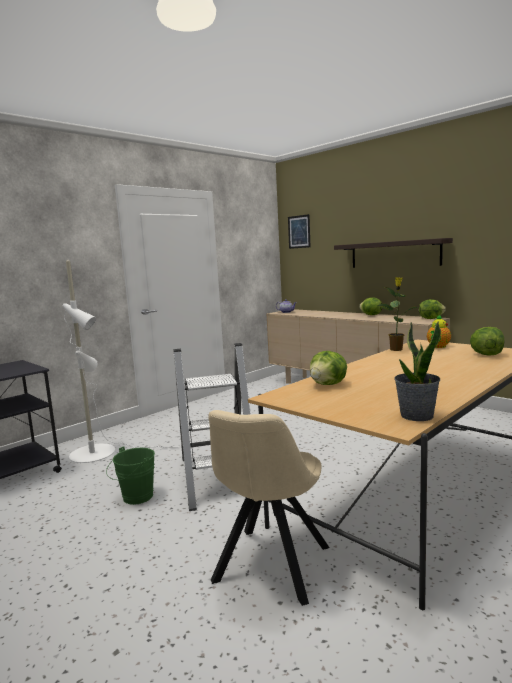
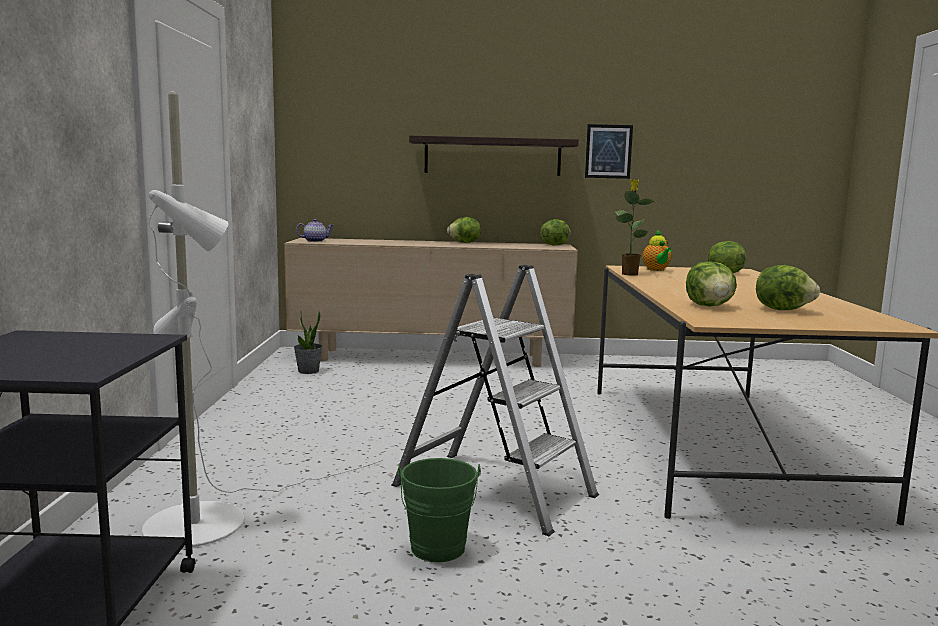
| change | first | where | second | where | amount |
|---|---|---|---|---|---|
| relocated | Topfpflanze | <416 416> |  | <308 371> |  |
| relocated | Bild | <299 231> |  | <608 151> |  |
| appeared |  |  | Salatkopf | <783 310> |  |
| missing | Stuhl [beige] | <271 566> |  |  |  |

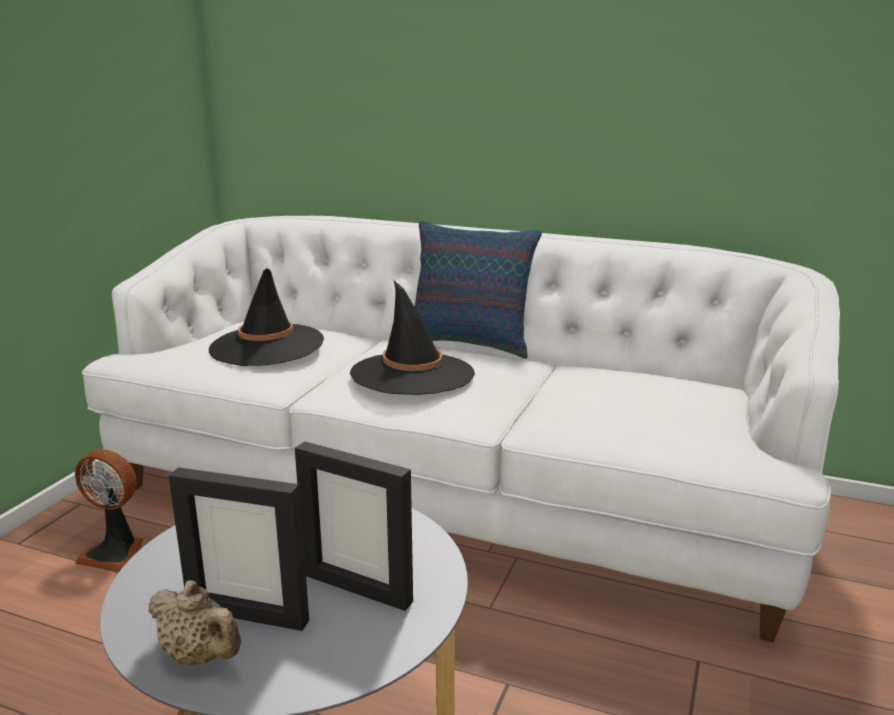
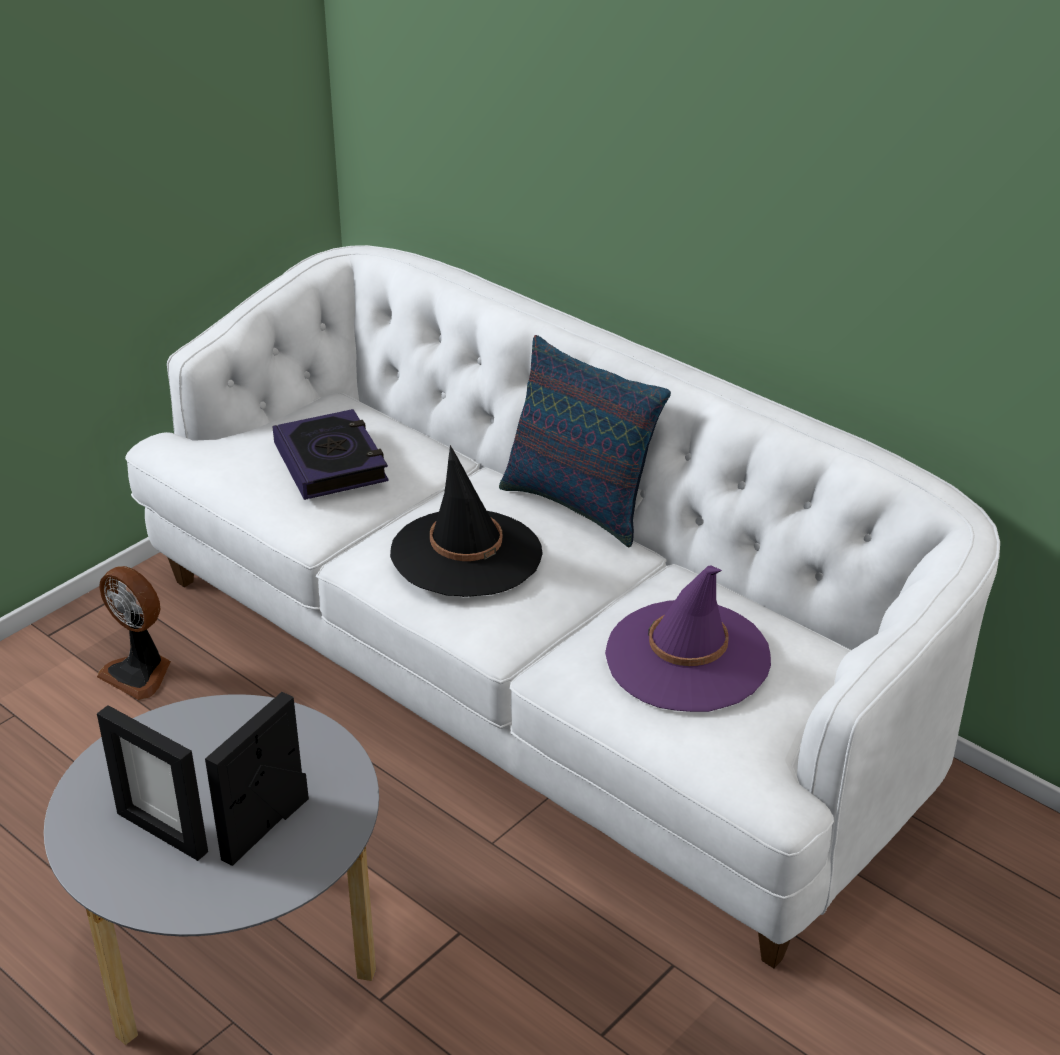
| change | first | where | second | where | amount |
|---|---|---|---|---|---|
| spun | Bilderrahmen | <359 586> |  | <265 829> | 75 degrees clockwise |
| exchanged | Hut [schwarz] | <267 346> | Buch | <331 462> |  |
| appeared |  |  | Hut [lila] | <687 657> |  |
| missing | Teekanne [beige] | <200 656> |  |  |  |

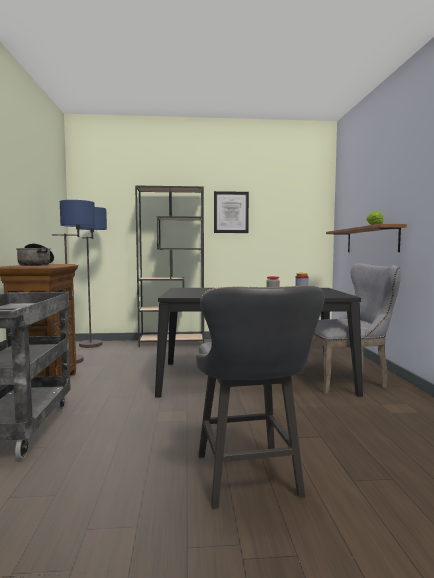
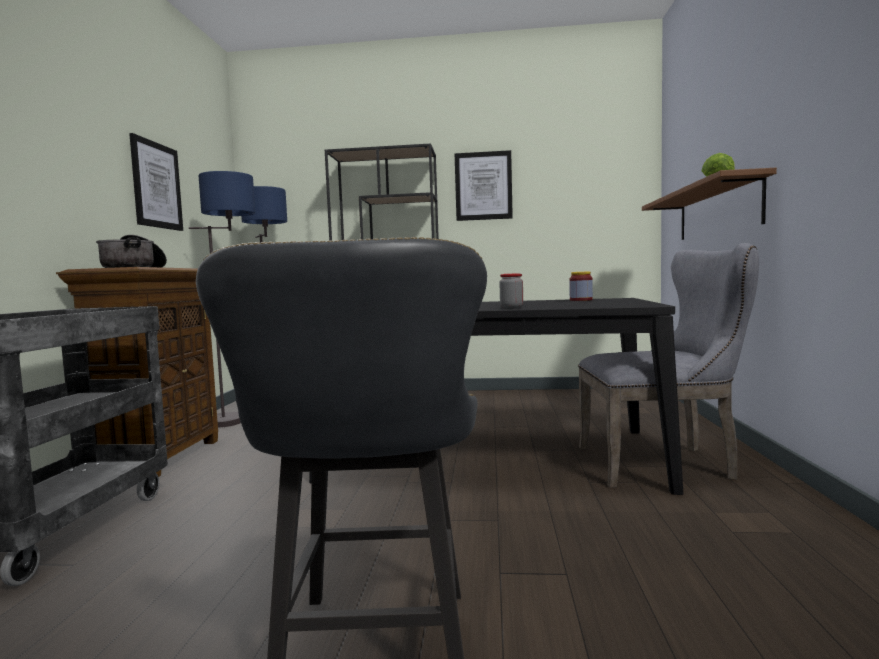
| change | first | where | second | where | amount |
|---|---|---|---|---|---|
| appeared |  |  | Bild | <156 185> |  |

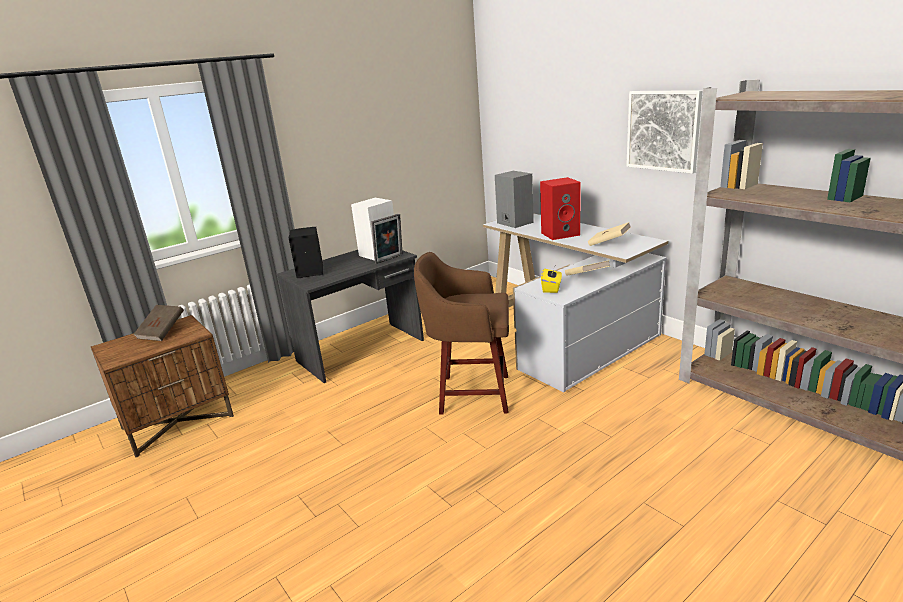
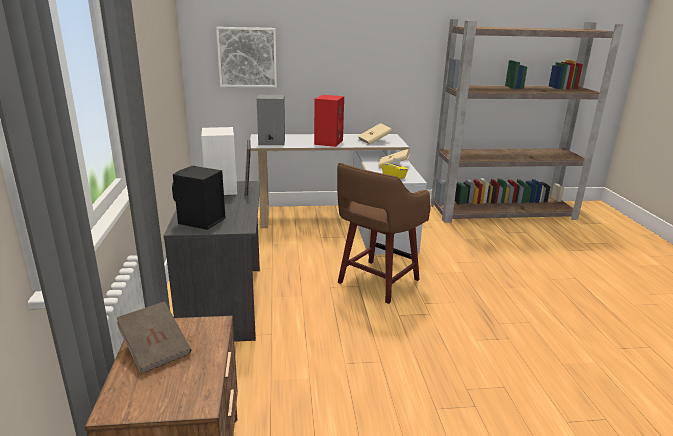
| change | first | where | second | where | amount |
|---|---|---|---|---|---|
| relocated | Bild | <663 130> |  | <247 57> |  |

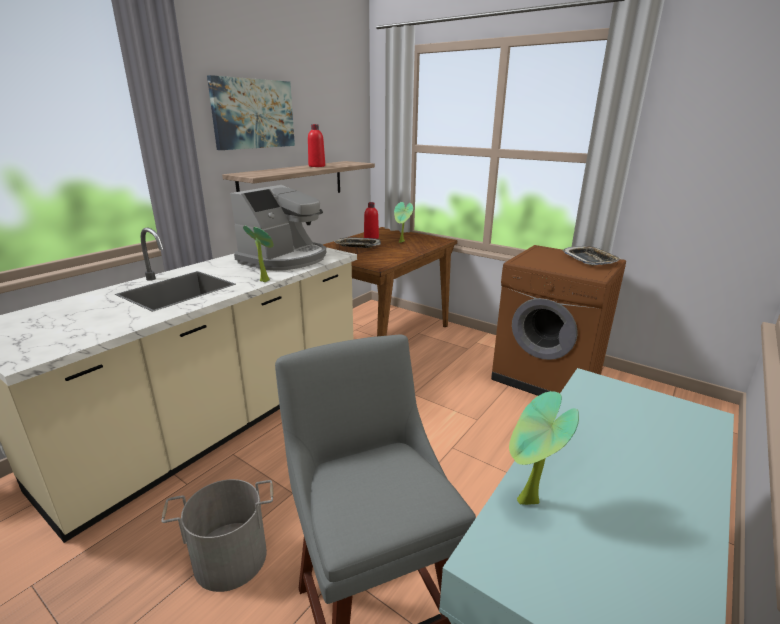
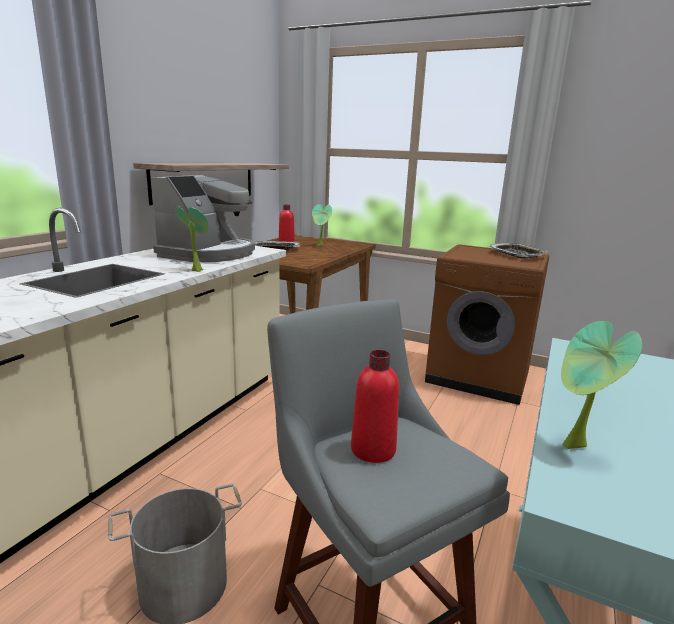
| change | first | where | second | where | amount |
|---|---|---|---|---|---|
| relocated | Flasche [rot] | <317 166> |  | <373 450> |  |
| missing | Bild | <253 114> |  |  |  |

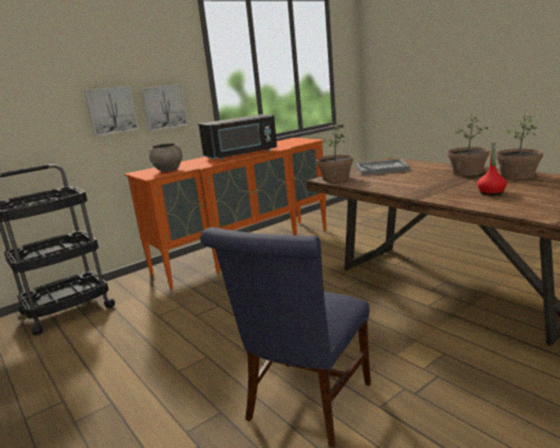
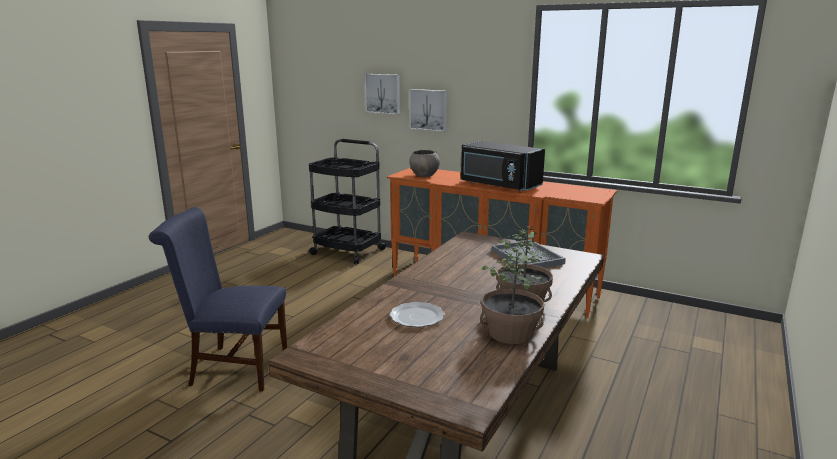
| change | first | where | second | where | amount |
|---|---|---|---|---|---|
| relocated | Bild | <164 107> |  | <383 93> |  |
| exchanged | Flasche [rot] | <491 193> | Teller | <416 317> |  |
| missing | Topfpflanze | <335 178> |  |  |  |

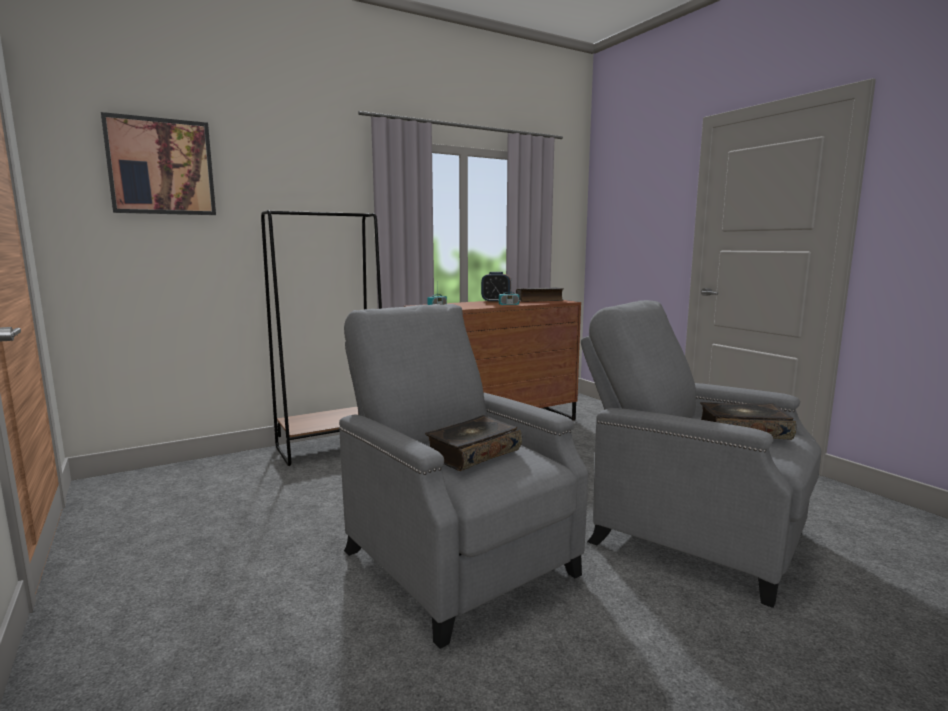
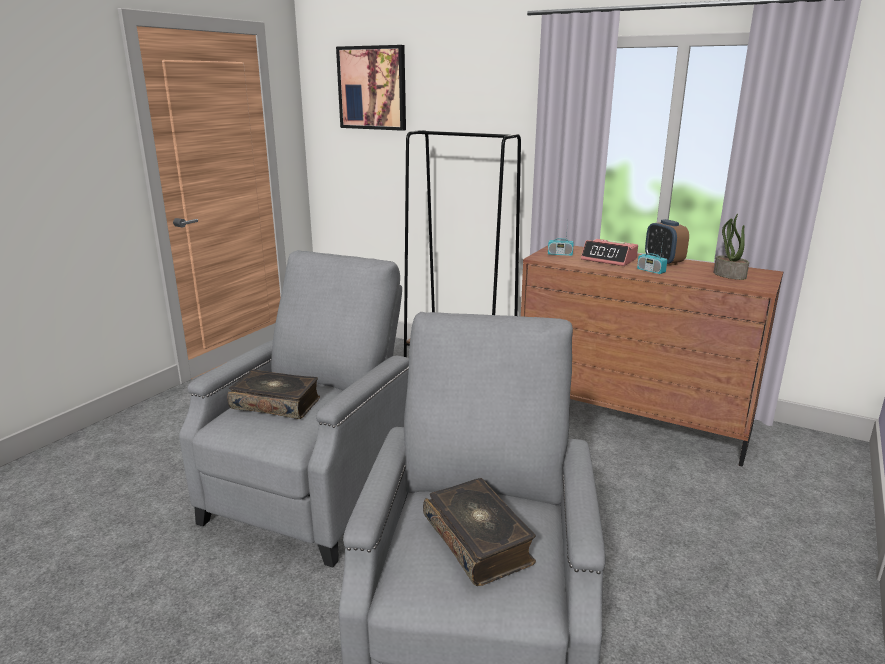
| change | first | where | second | where | amount |
|---|---|---|---|---|---|
| appeared |  |  | Wecker | <609 259> |  |
| exchanged | Buch | <539 300> | Topfpflanze | <728 275> |  |

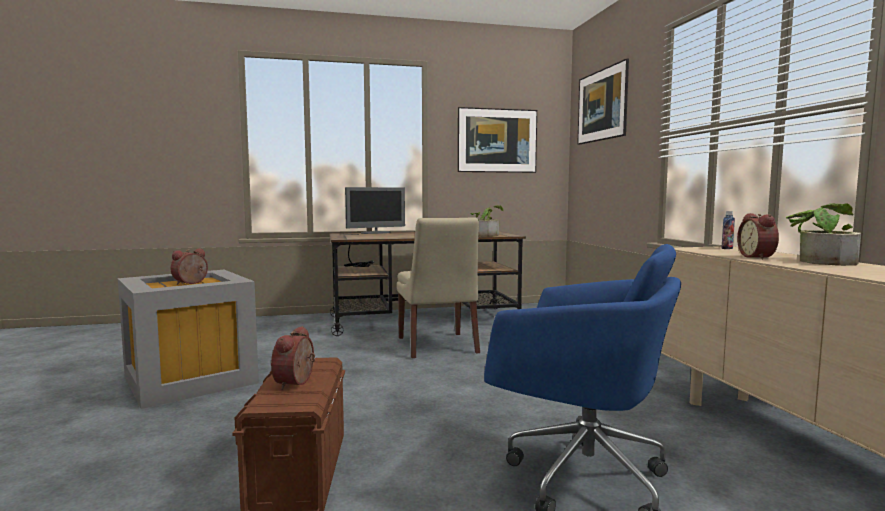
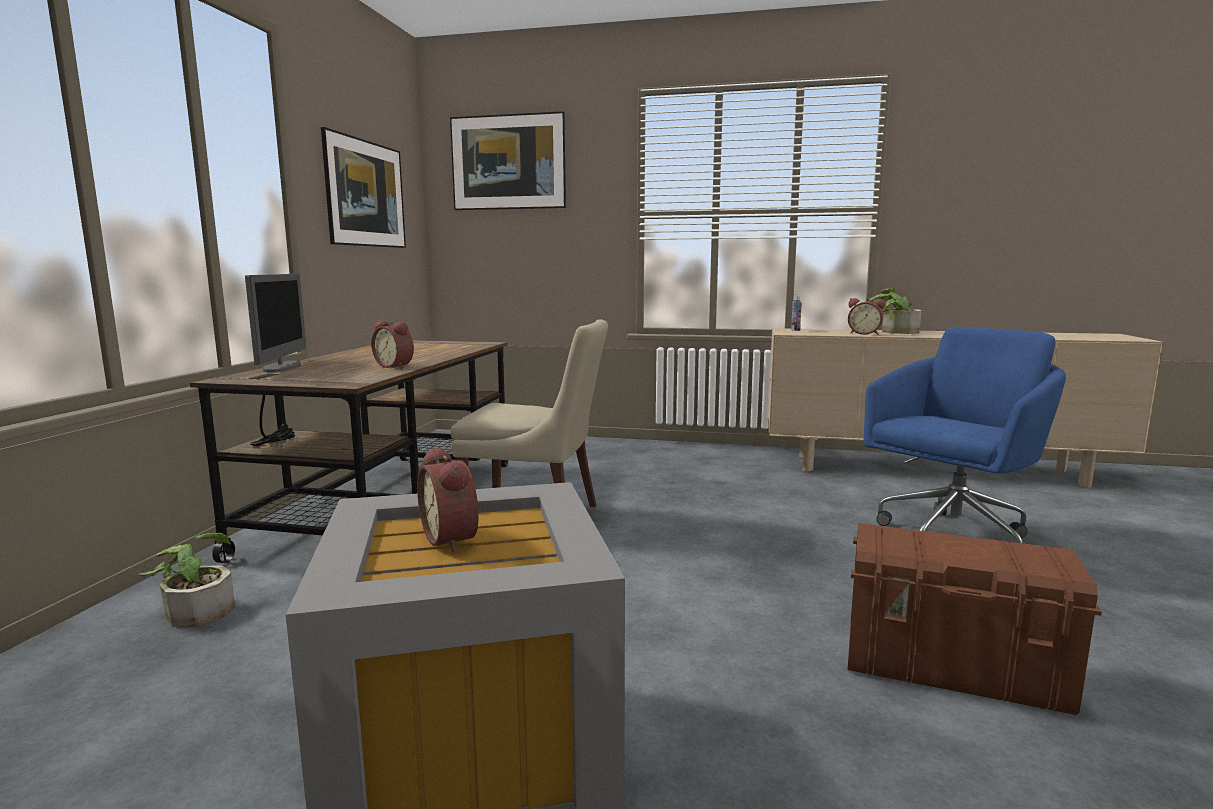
| change | first | where | second | where | amount |
|---|---|---|---|---|---|
| relocated | Topfpflanze | <486 235> |  | <197 609> |  |
| relocated | Wecker | <297 383> |  | <396 366> |  |

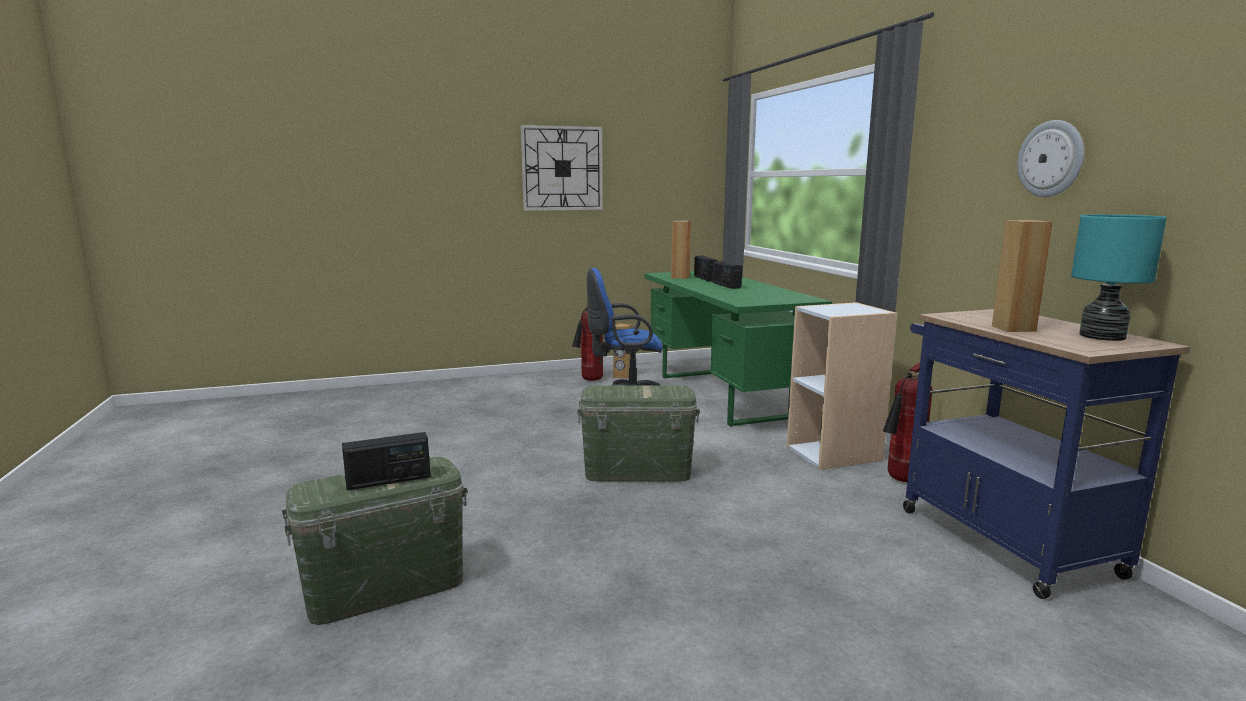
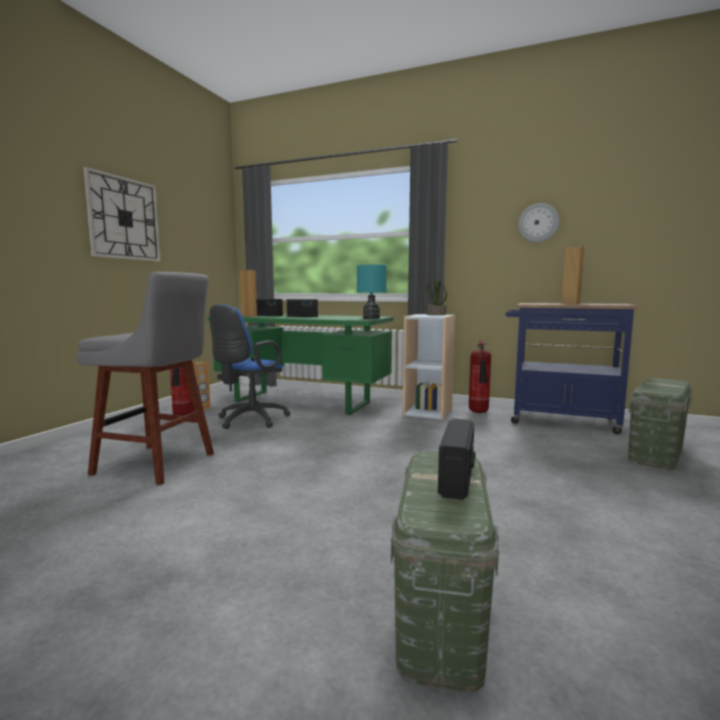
| change | first | where | second | where | amount |
|---|---|---|---|---|---|
| appeared |  |  | Hocker [grau] | <156 464> |  |
| relocated | Tischlampe [türkis] | <1102 336> |  | <371 318> |  |
| appeared |  |  | Topfpflanze | <436 314> |  |
| relocated | Aufbewahrungsbox [grün] | <638 471> |  | <655 453> |  |

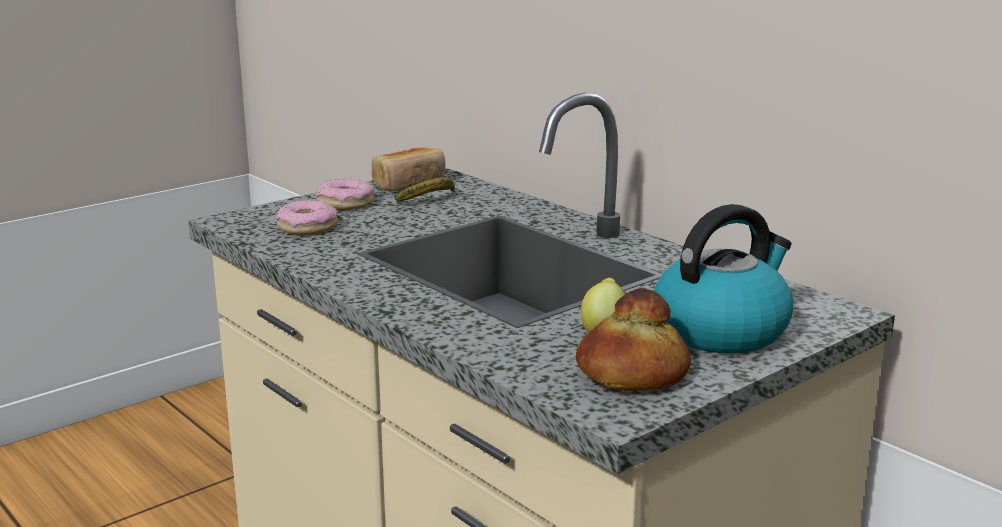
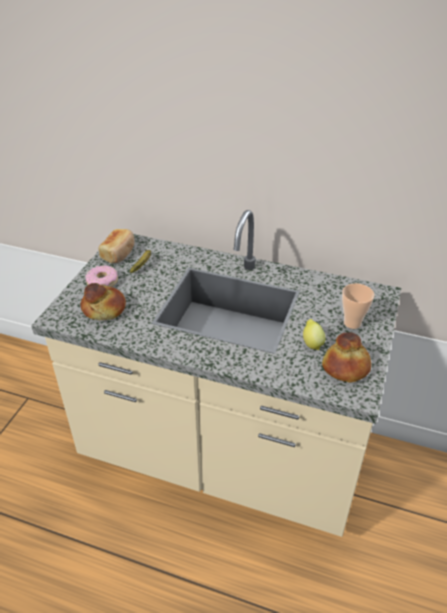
| change | first | where | second | where | amount |
|---|---|---|---|---|---|
| exchanged | Donut | <307 227> | Brot | <104 310> |  |
| exchanged | Wasserkessel | <721 330> | Tasse | <352 323> |  |

